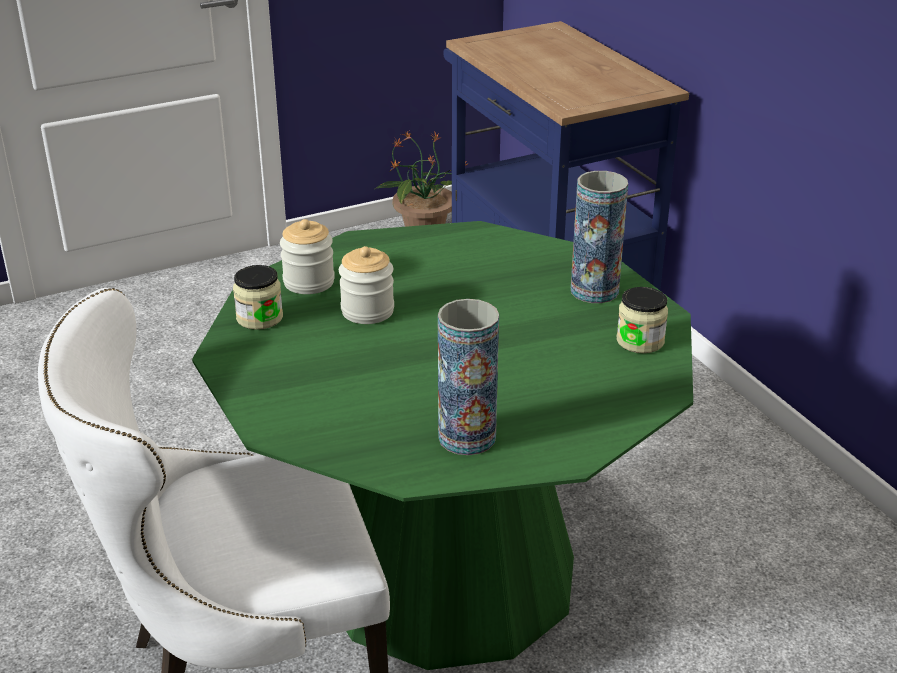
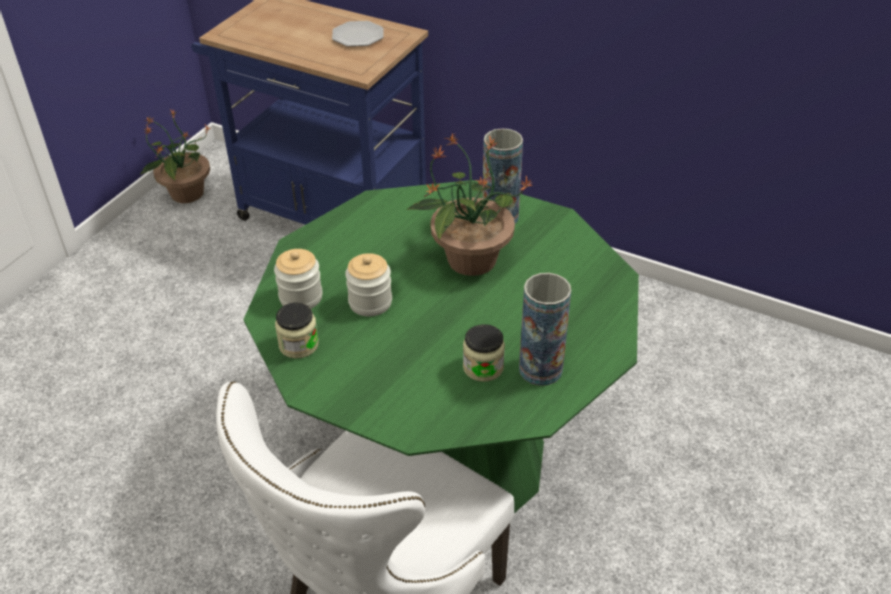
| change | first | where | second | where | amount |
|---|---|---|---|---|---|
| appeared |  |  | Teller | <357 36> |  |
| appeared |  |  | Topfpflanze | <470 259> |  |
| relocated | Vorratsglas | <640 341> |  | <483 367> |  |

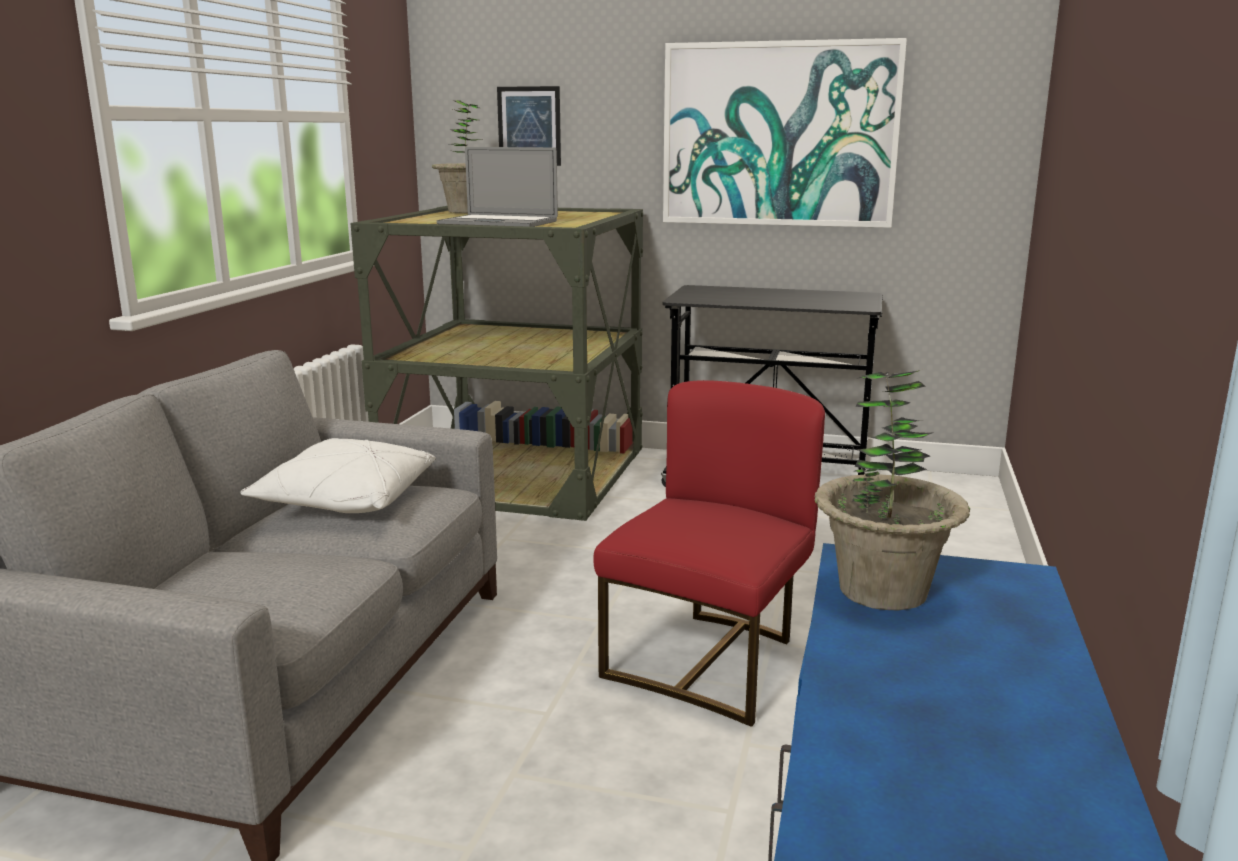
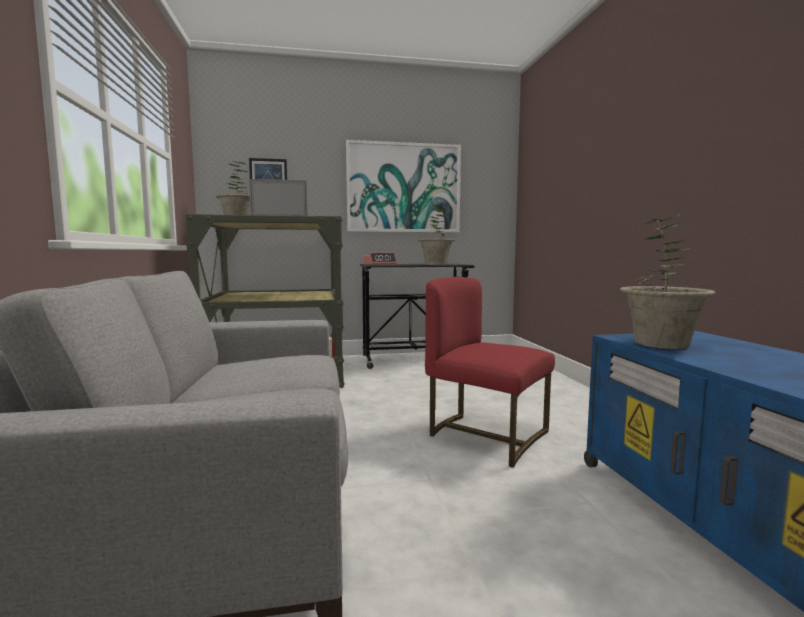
| change | first | where | second | where | amount |
|---|---|---|---|---|---|
| appeared |  |  | Wecker | <380 264> |  |
| appeared |  |  | Topfpflanze | <436 264> |  |
| spun | Stuhl [rot] | <710 662> |  | <486 436> | 60 degrees counterclockwise |
| missing | Kissen [weiß] | <346 501> |  |  |  |

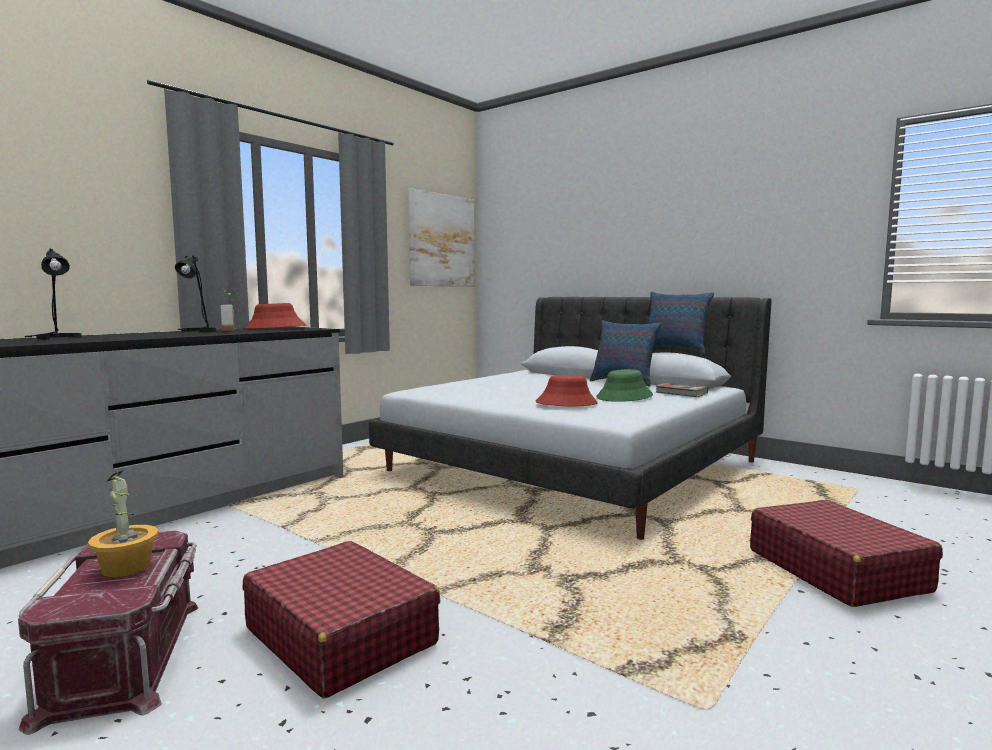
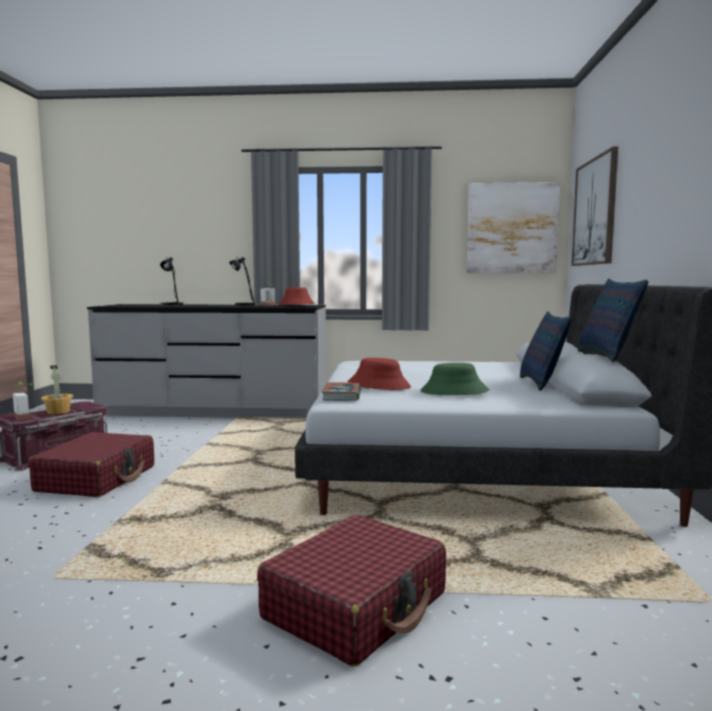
| change | first | where | second | where | amount |
|---|---|---|---|---|---|
| appeared |  |  | Topfpflanze | <26 416> |  |
| relocated | Buch | <681 393> |  | <342 395> |  |
| appeared |  |  | Bild | <595 212> |  |

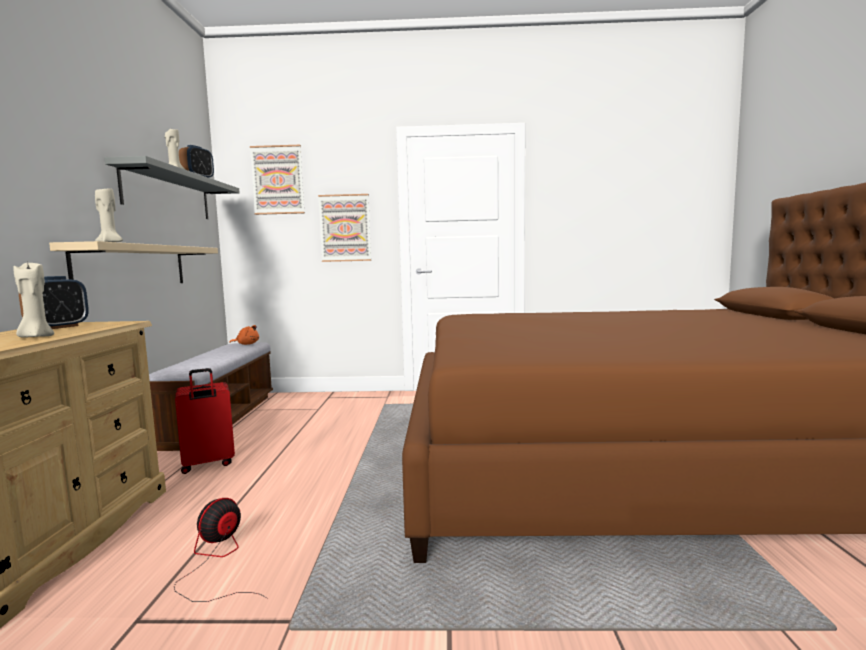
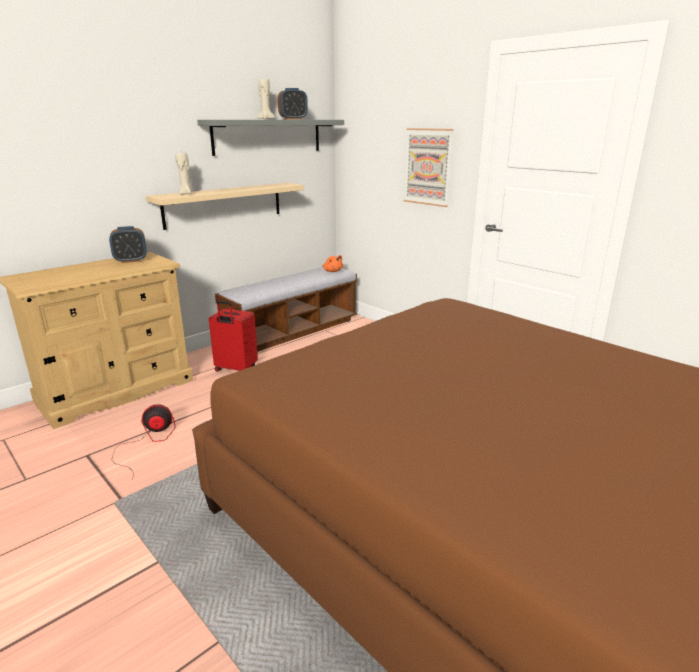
| change | first | where | second | where | amount |
|---|---|---|---|---|---|
| missing | Kerze [beige] | <36 337> |  |  |  |
| missing | Bild | <278 180> |  |  |  |

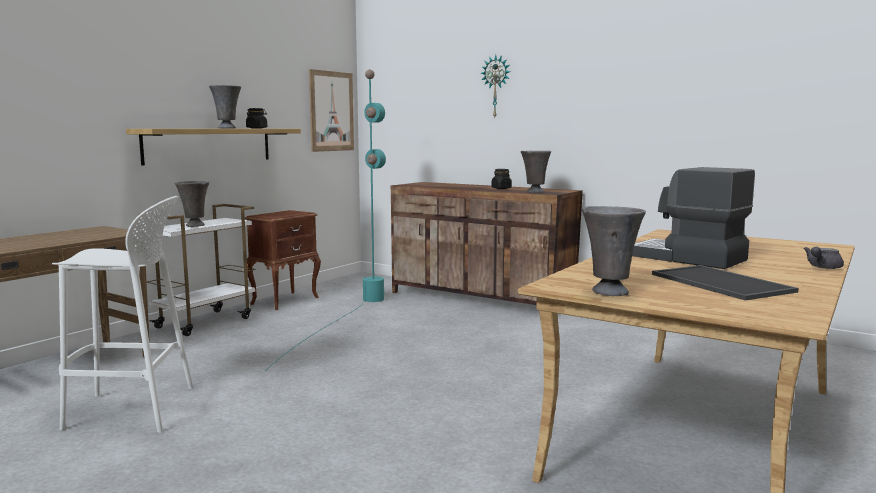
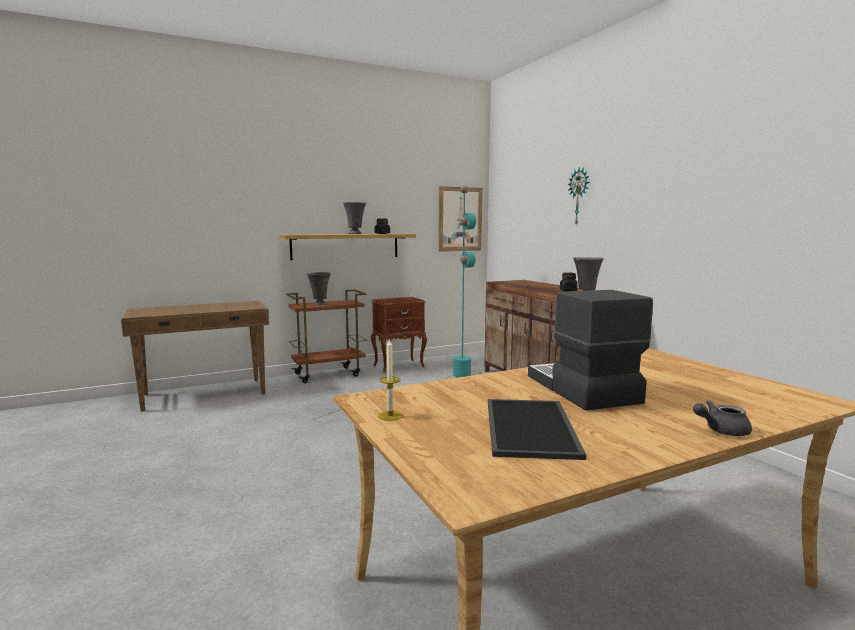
| change | first | where | second | where | amount |
|---|---|---|---|---|---|
| colour | Rollwagen [weiß] | <206 322> | Rollwagen [braun] | <329 375> |  |
| exchanged | Vase [grau] | <609 292> | Kerze | <390 416> |  |
| missing | Hocker [weiß] | <133 410> |  |  |  |

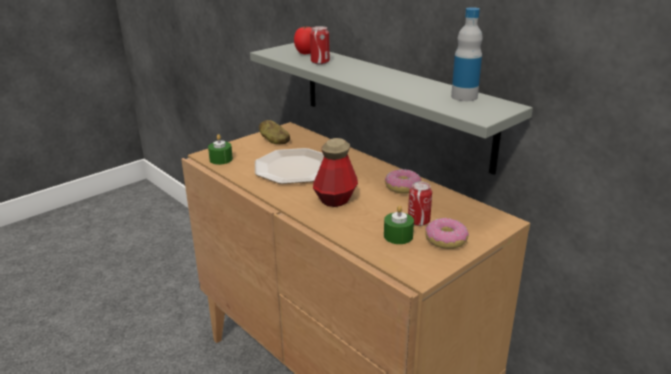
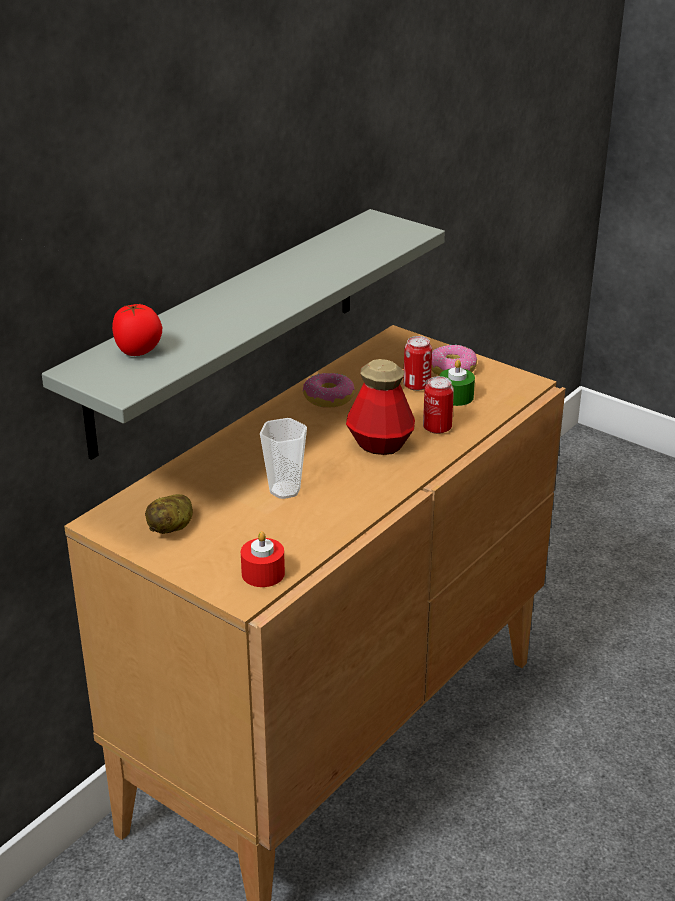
| change | first | where | second | where | amount |
|---|---|---|---|---|---|
| colour | Kerze [grün] | <221 159> | Kerze [rot] | <263 573> |  |
| exchanged | Teller | <295 168> | Tasse | <285 490> |  |
| relocated | Dose | <320 62> |  | <437 428> |  |
| missing | Flasche | <464 97> |  |  |  |

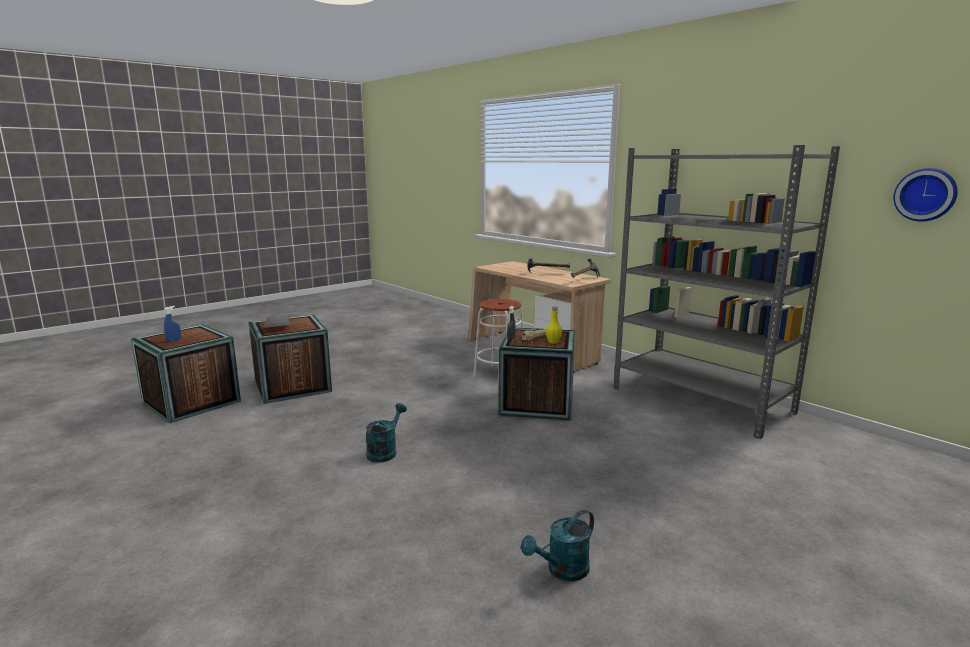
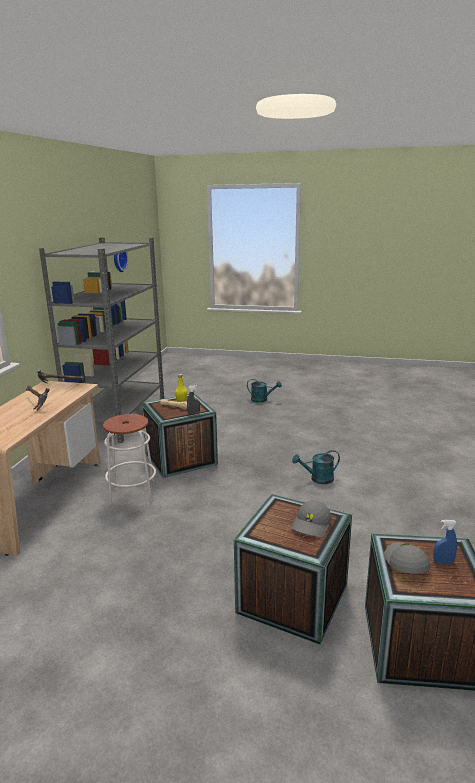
| change | first | where | second | where | amount |
|---|---|---|---|---|---|
| relocated | Gießkanne [türkis] | <562 571> |  | <262 400> |  |
| appeared |  |  | Kappe [grau] | <405 563> |  |

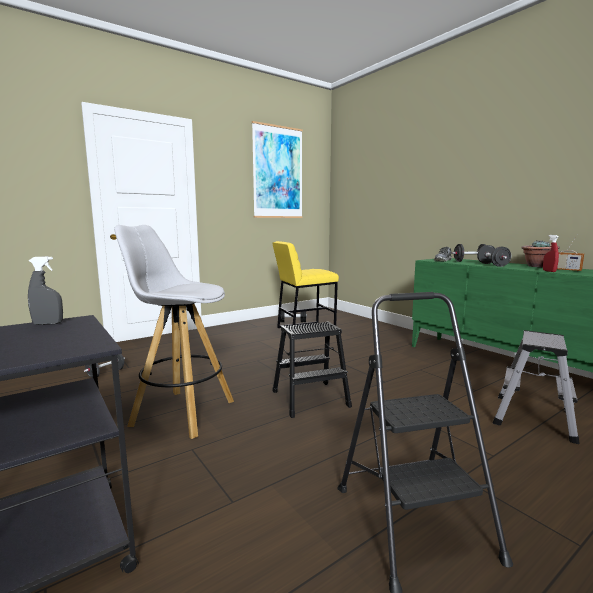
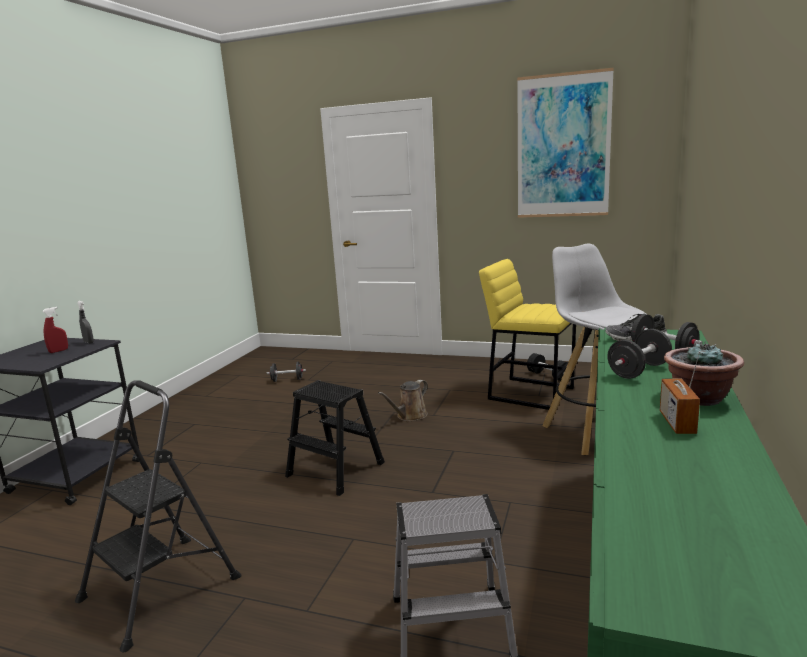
| change | first | where | second | where | amount |
|---|---|---|---|---|---|
| relocated | Sprühflasche [rot] | <549 271> |  | <58 351> |  |
| appeared |  |  | Gießkanne [braun] | <409 416> |  |
| relocated | Hocker [weiß] | <182 413> |  | <593 432> |  |

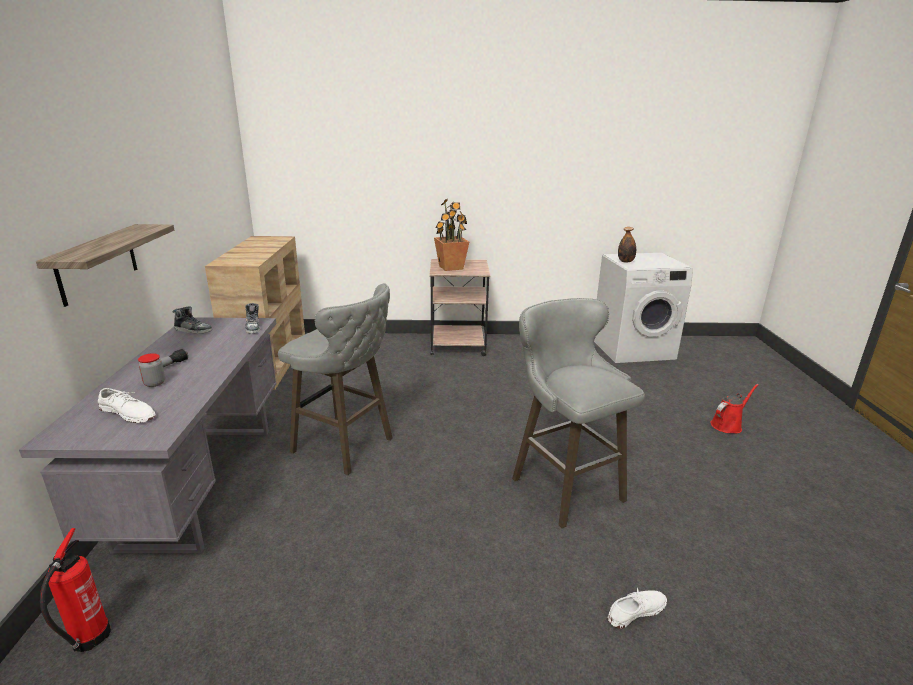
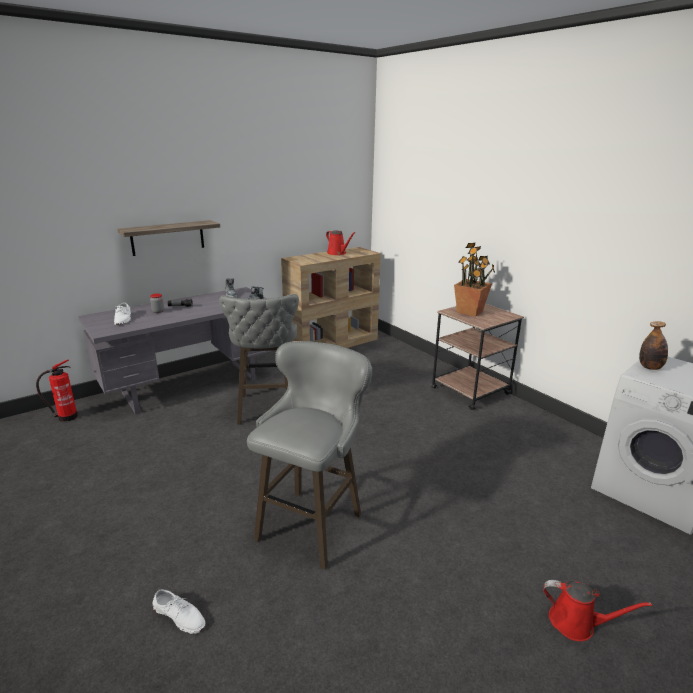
| change | first | where | second | where | amount |
|---|---|---|---|---|---|
| appeared |  |  | Gießkanne [rot] | <338 253> |  |

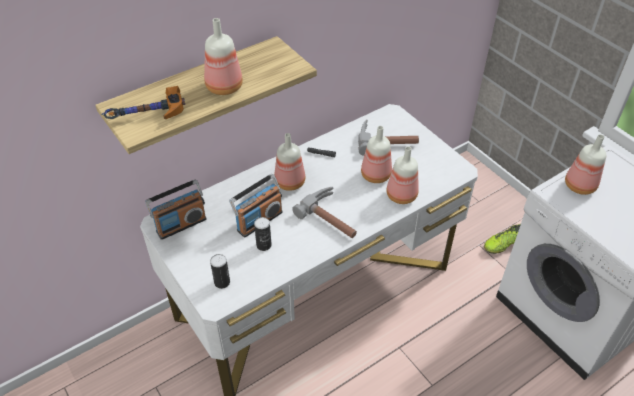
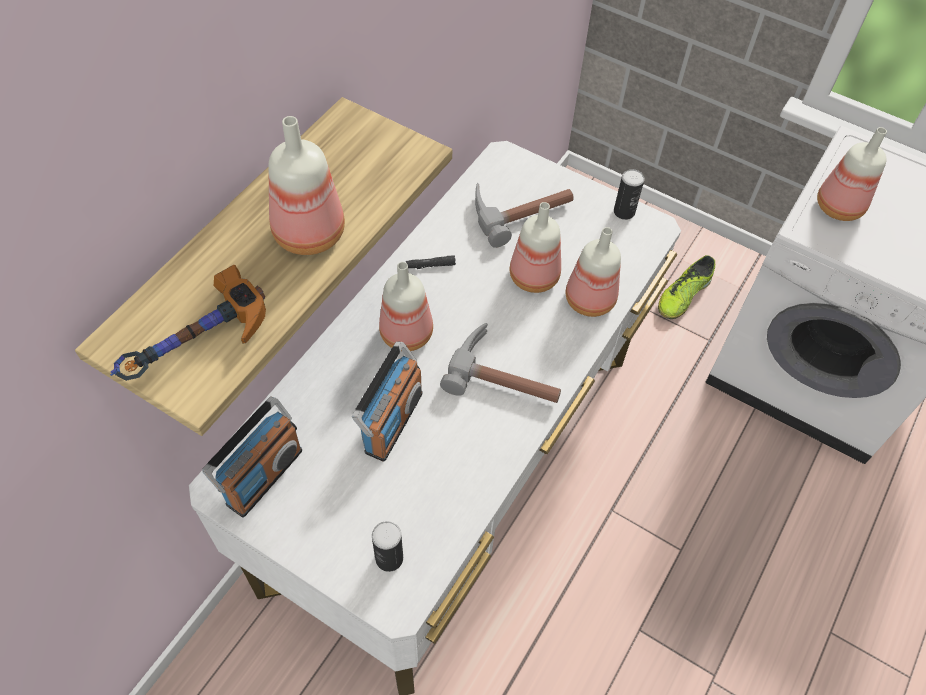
| change | first | where | second | where | amount |
|---|---|---|---|---|---|
| relocated | Dose | <264 245> |  | <624 212> |  |

